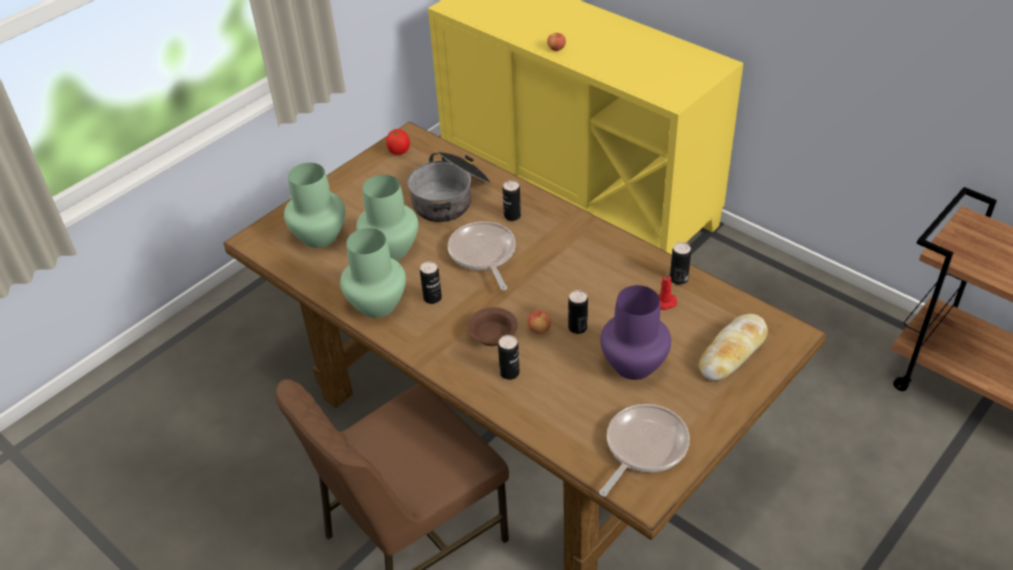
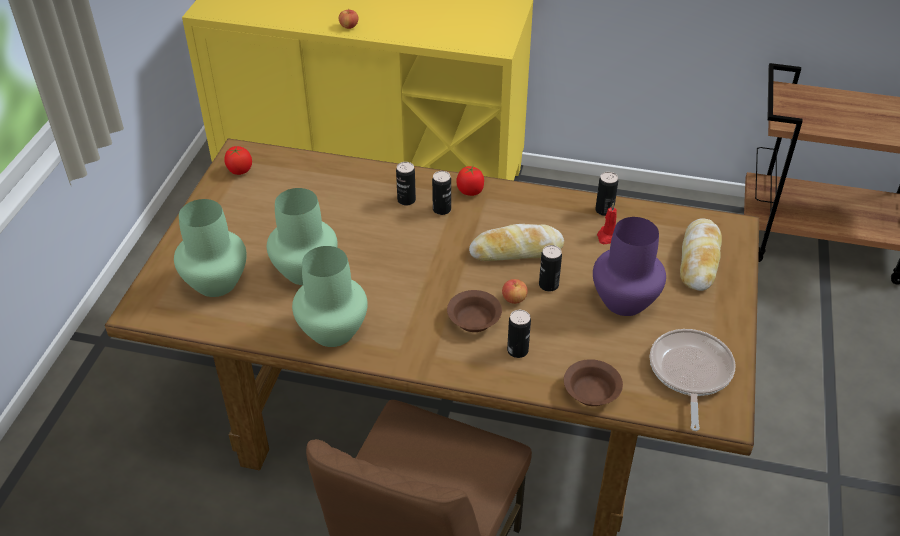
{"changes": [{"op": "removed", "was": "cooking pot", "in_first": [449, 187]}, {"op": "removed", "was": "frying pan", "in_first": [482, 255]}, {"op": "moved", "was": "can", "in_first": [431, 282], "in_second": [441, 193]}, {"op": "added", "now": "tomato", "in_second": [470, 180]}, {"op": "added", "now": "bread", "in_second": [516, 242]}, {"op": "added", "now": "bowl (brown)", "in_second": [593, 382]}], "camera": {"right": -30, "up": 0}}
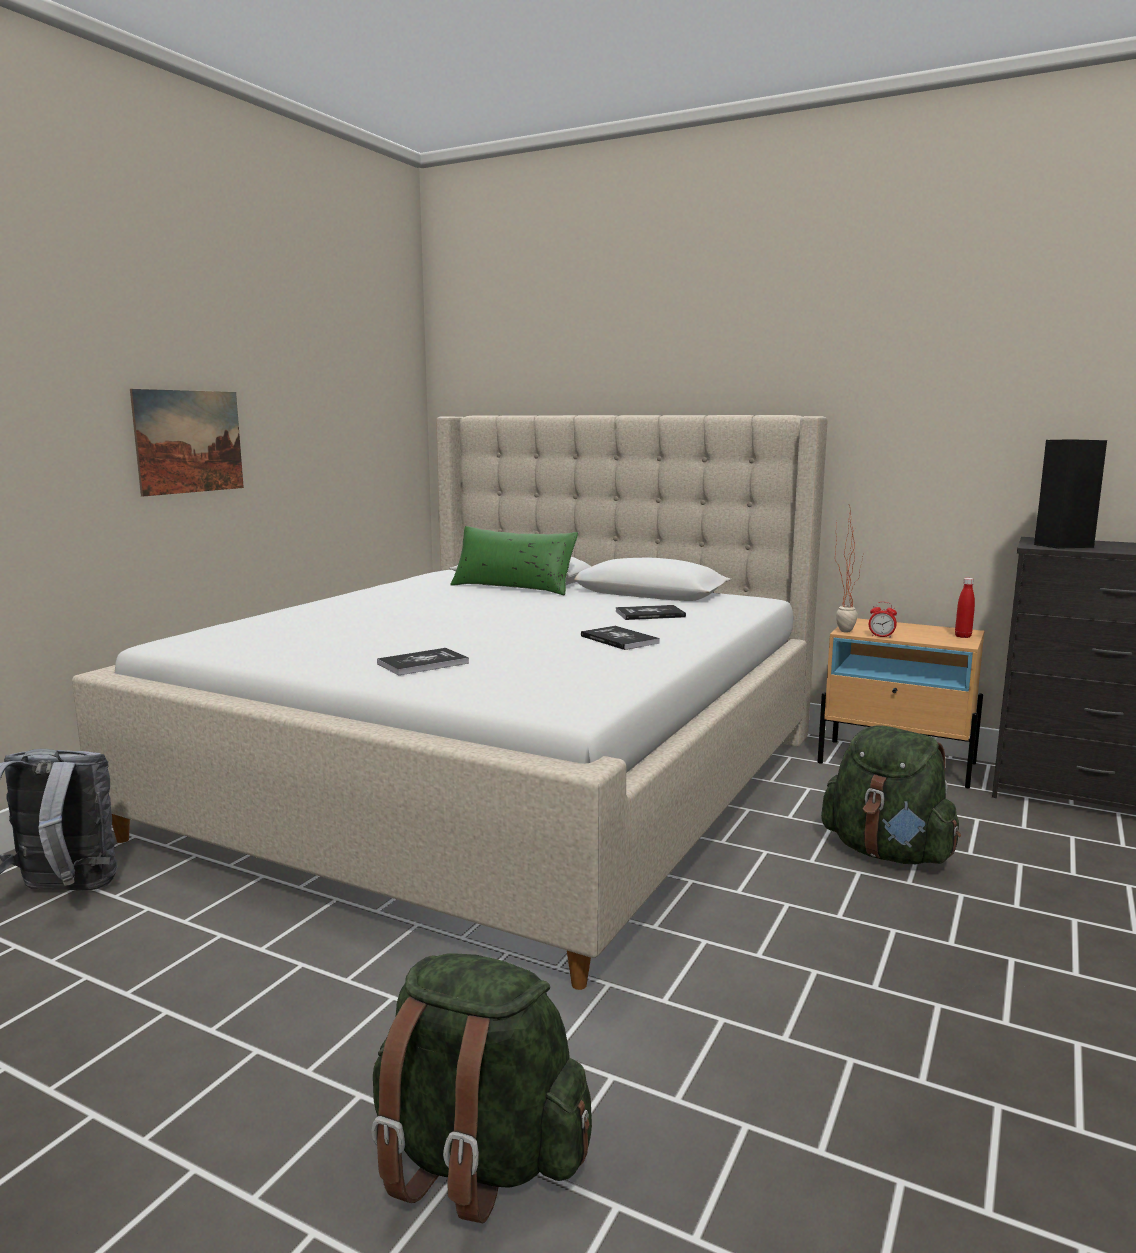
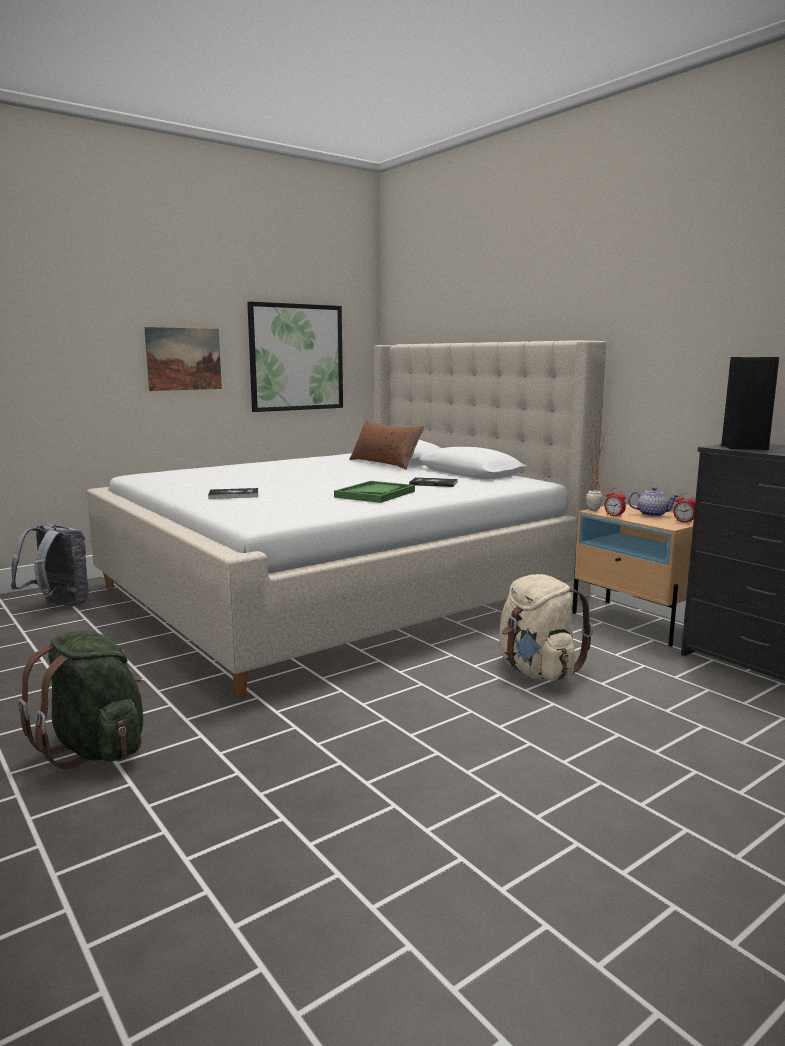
{"changes": [{"op": "recoloured", "was": "pillow (green)", "now": "pillow (brown)", "in_first": [514, 560], "in_second": [386, 445]}, {"op": "replaced", "was": "bottle (red)", "now": "alarm clock", "in_first": [965, 608], "in_second": [684, 508]}, {"op": "replaced", "was": "book", "now": "tray (green)", "in_first": [620, 638], "in_second": [374, 492]}, {"op": "recoloured", "was": "backpack (green)", "now": "backpack (beige)", "in_first": [891, 794], "in_second": [546, 627]}, {"op": "added", "now": "picture", "in_second": [295, 356]}, {"op": "added", "now": "teapot", "in_second": [653, 502]}], "camera": {"right": 25, "up": 0}}
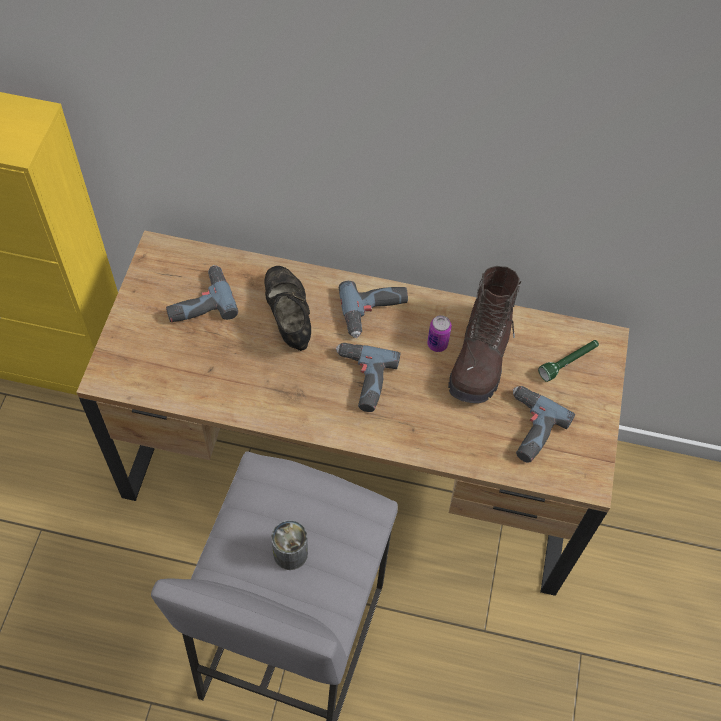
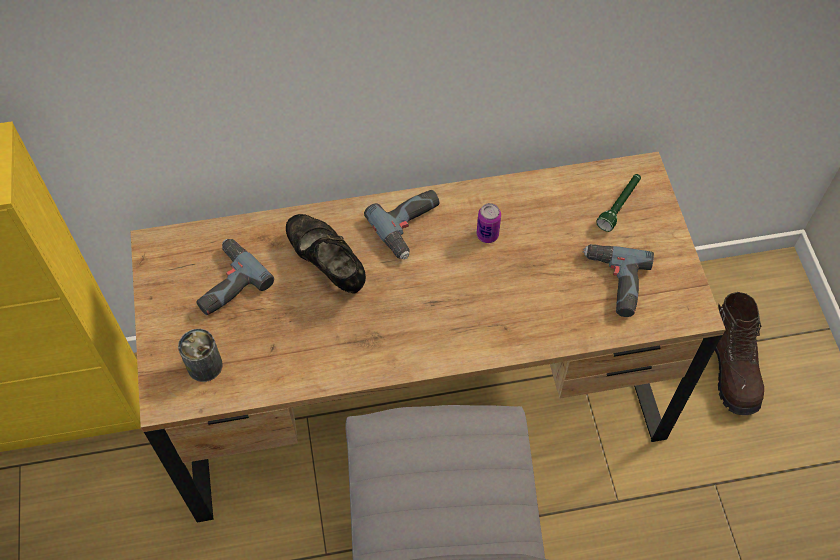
{"changes": [{"op": "moved", "was": "boot (brown)", "in_first": [484, 334], "in_second": [739, 353]}, {"op": "removed", "was": "power drill", "in_first": [368, 377]}, {"op": "moved", "was": "can", "in_first": [289, 545], "in_second": [200, 355]}], "camera": {"right": -20, "up": 0}}
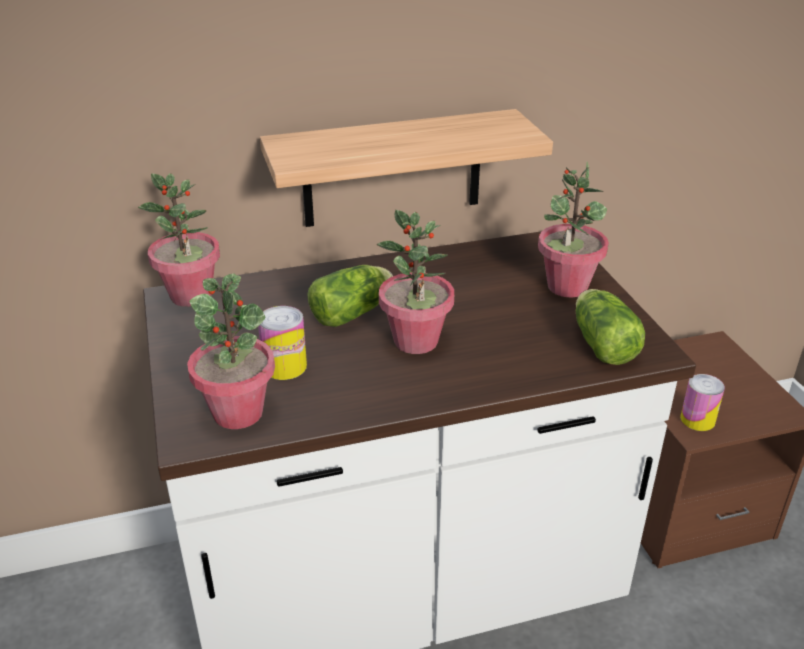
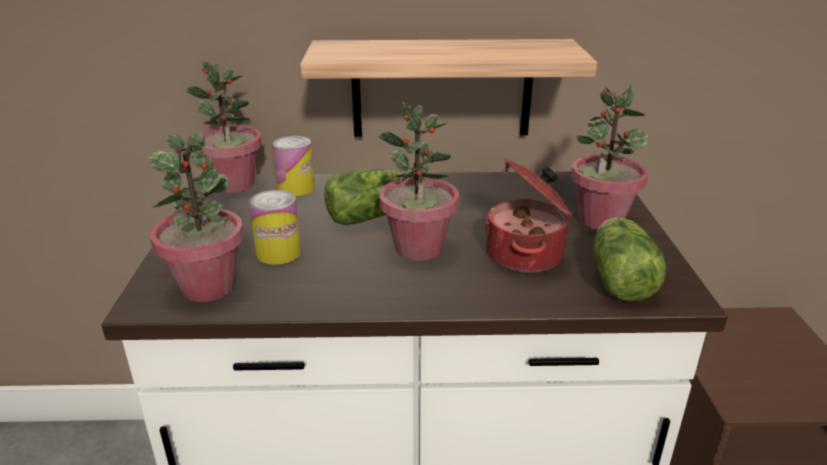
{"changes": [{"op": "moved", "was": "can", "in_first": [702, 402], "in_second": [293, 166]}, {"op": "added", "now": "cooking pot", "in_second": [528, 215]}], "camera": {"right": 15, "up": -5}}
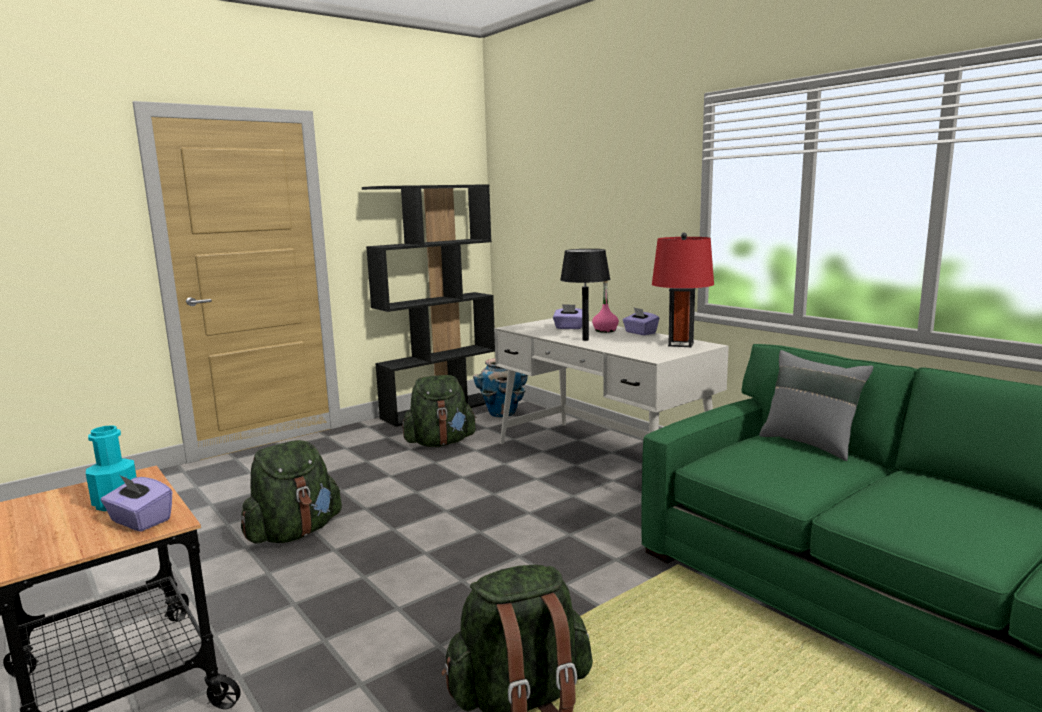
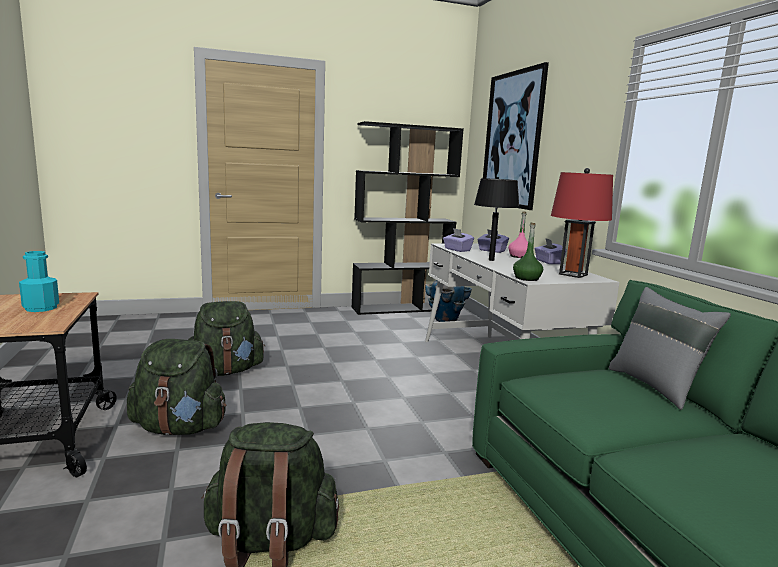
{"changes": [{"op": "moved", "was": "backpack (green)", "in_first": [439, 411], "in_second": [177, 387]}, {"op": "moved", "was": "tissue box (purple)", "in_first": [136, 503], "in_second": [458, 240]}, {"op": "added", "now": "picture", "in_second": [516, 136]}, {"op": "added", "now": "bottle (green)", "in_second": [528, 252]}], "camera": {"right": 20, "up": 0}}
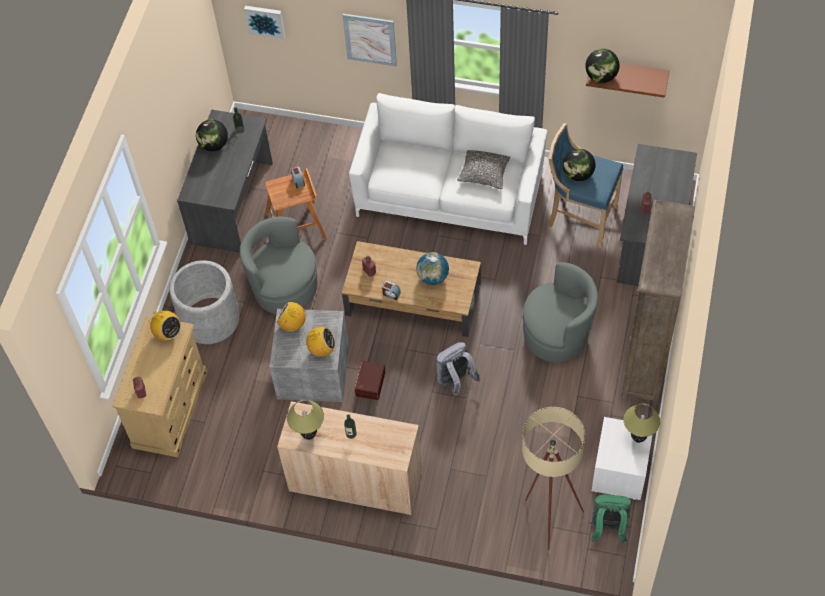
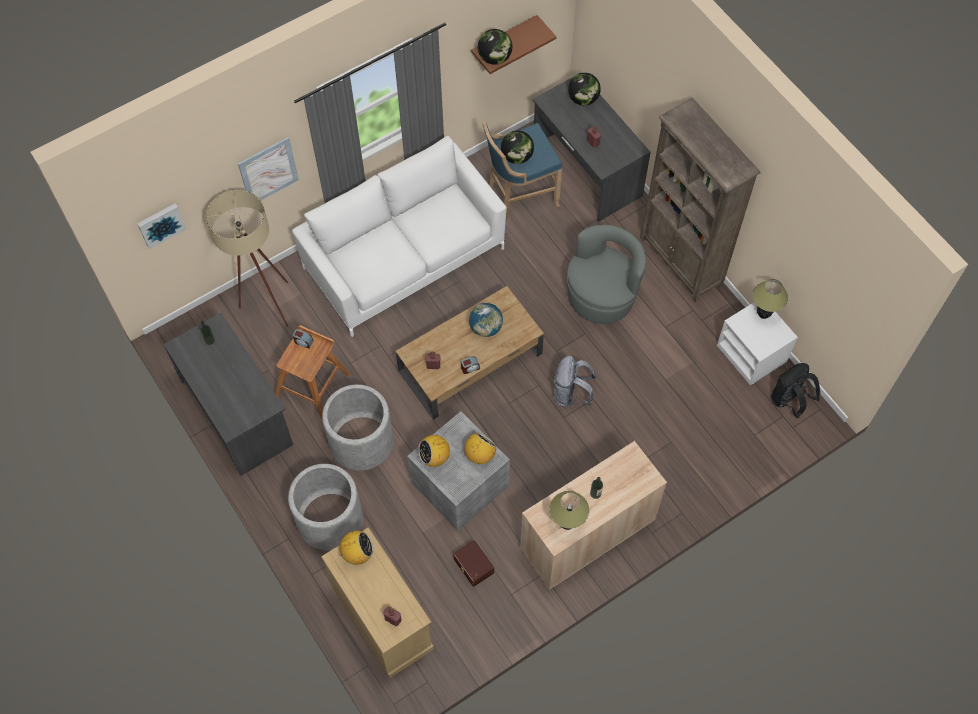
{"changes": [{"op": "moved", "was": "globe", "in_first": [212, 136], "in_second": [584, 89]}, {"op": "removed", "was": "pillow", "in_first": [484, 169]}, {"op": "replaced", "was": "armchair (grey)", "now": "planter (grey)", "in_first": [278, 265], "in_second": [358, 427]}, {"op": "moved", "was": "storage box (brown)", "in_first": [369, 380], "in_second": [473, 563]}, {"op": "moved", "was": "floor lamp (beige)", "in_first": [553, 478], "in_second": [247, 258]}, {"op": "recoloured", "was": "backpack (green)", "now": "backpack (black)", "in_first": [610, 519], "in_second": [795, 390]}], "camera": {"right": -50, "up": 5}}
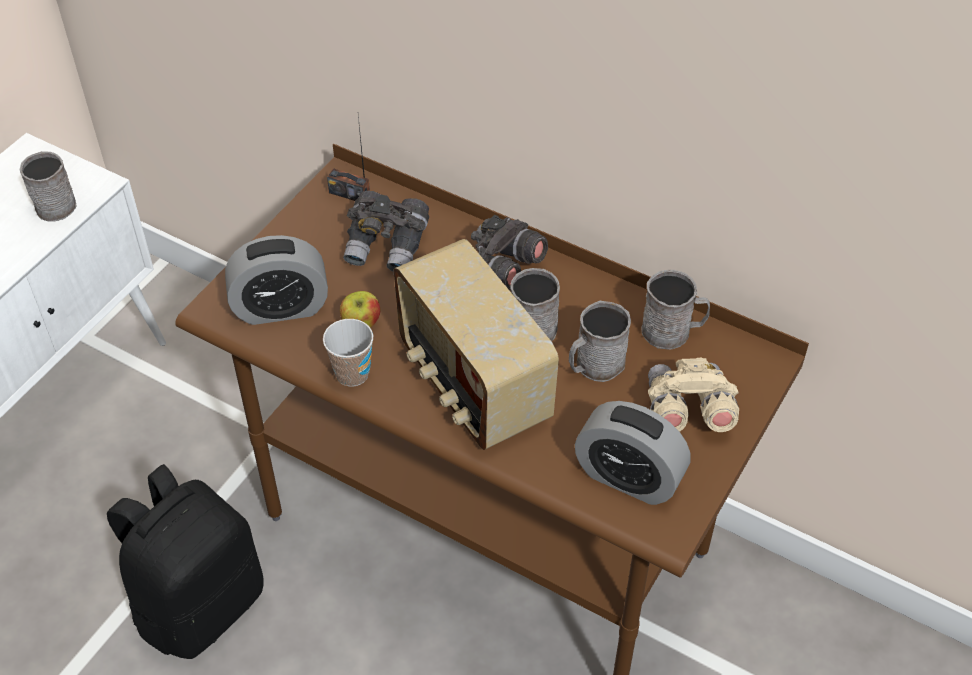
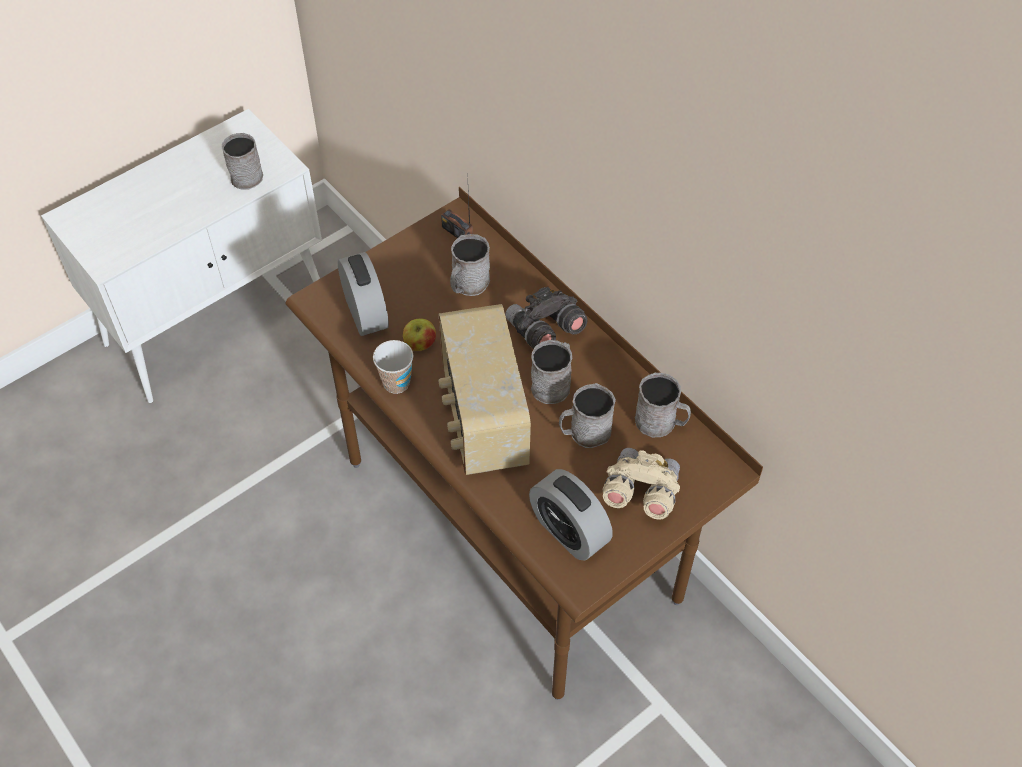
{"changes": [{"op": "replaced", "was": "binoculars (grey)", "now": "mug (grey)", "in_first": [386, 231], "in_second": [470, 265]}, {"op": "turned", "was": "alarm clock", "in_first": [276, 280], "in_second": [363, 294], "clockwise": -120}, {"op": "removed", "was": "backpack (black)", "in_first": [185, 561]}], "camera": {"right": 20, "up": 5}}
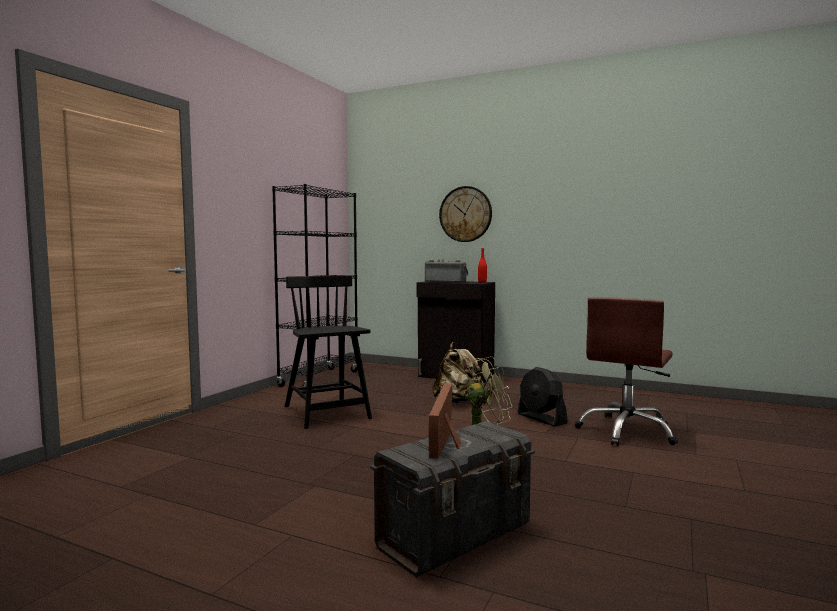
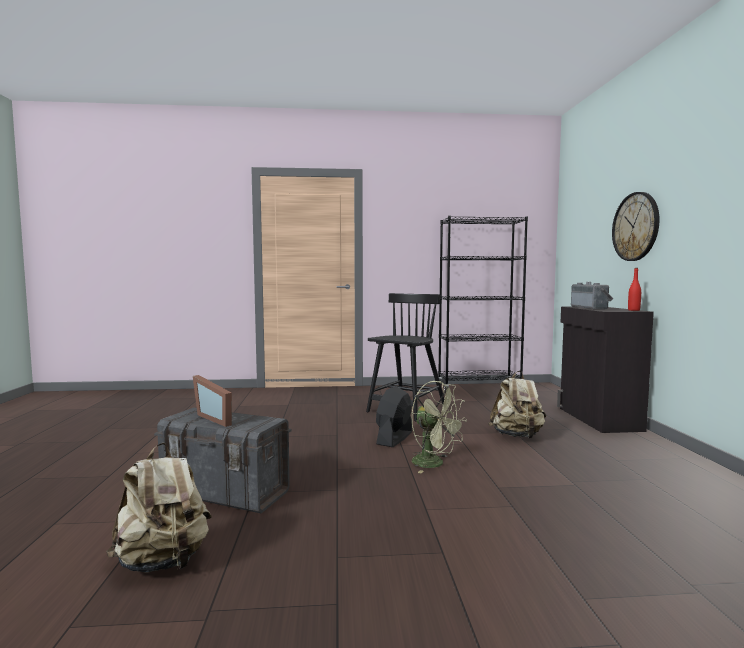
{"changes": [{"op": "removed", "was": "office chair (brown)", "in_first": [626, 371]}, {"op": "moved", "was": "fan (black)", "in_first": [543, 397], "in_second": [394, 416]}, {"op": "turned", "was": "picture frame", "in_first": [445, 421], "in_second": [212, 401], "clockwise": -120}, {"op": "added", "now": "backpack (beige)", "in_second": [159, 507]}], "camera": {"right": 60, "up": 0}}
